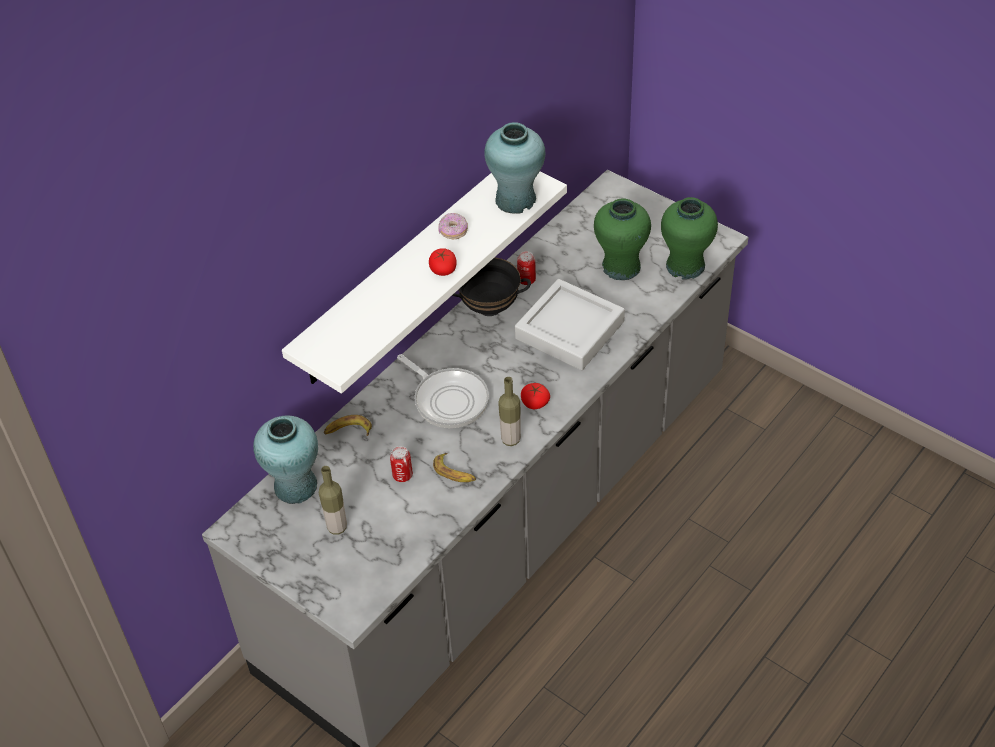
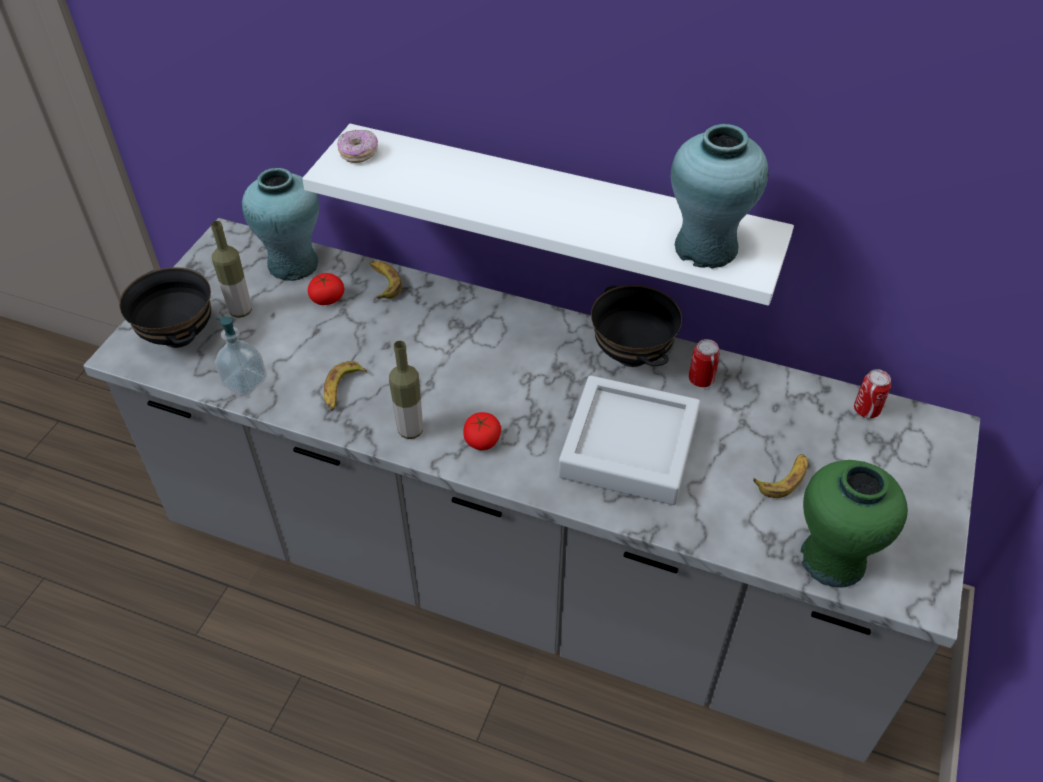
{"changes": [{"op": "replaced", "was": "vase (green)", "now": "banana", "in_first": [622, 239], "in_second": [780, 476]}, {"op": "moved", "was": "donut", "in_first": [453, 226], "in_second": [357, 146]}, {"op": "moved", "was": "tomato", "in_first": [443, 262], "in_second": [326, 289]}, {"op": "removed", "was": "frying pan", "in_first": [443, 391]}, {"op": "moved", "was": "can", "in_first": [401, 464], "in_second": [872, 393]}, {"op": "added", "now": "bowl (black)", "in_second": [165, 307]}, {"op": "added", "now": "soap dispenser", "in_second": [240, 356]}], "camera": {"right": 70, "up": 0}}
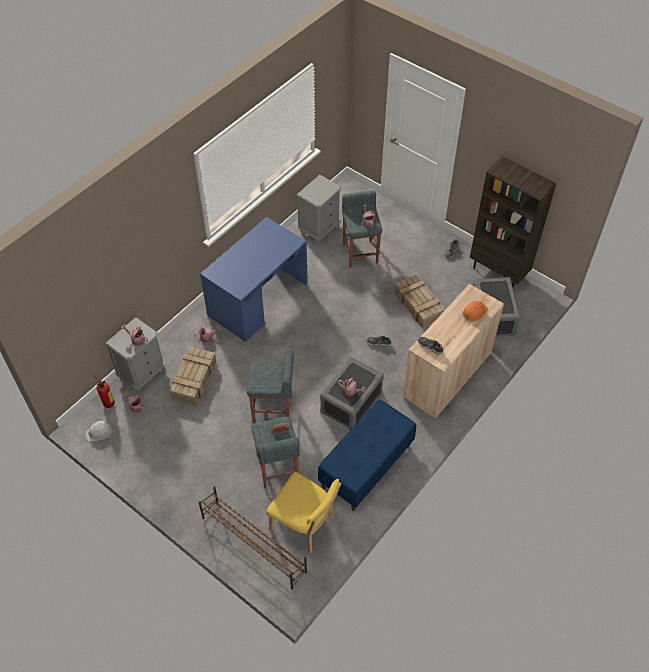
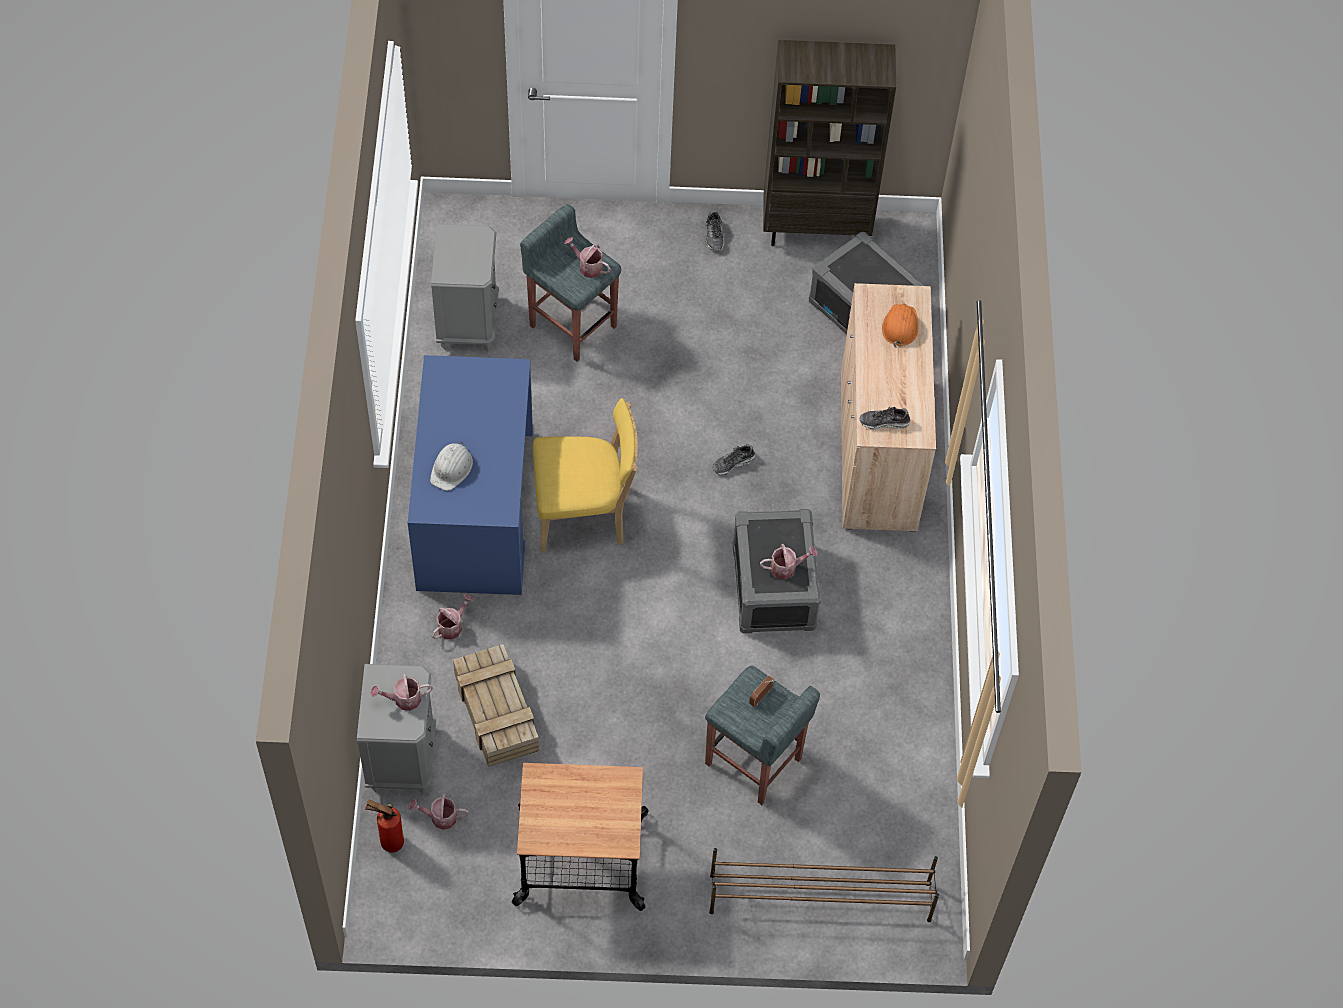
{"changes": [{"op": "removed", "was": "crate", "in_first": [419, 301]}, {"op": "removed", "was": "stool (grey)", "in_first": [270, 387]}, {"op": "removed", "was": "bench (blue)", "in_first": [367, 455]}, {"op": "moved", "was": "hard hat (white)", "in_first": [99, 431], "in_second": [451, 466]}, {"op": "moved", "was": "chair (yellow)", "in_first": [303, 512], "in_second": [585, 474]}, {"op": "added", "now": "cart", "in_second": [580, 837]}], "camera": {"right": -40, "up": 5}}
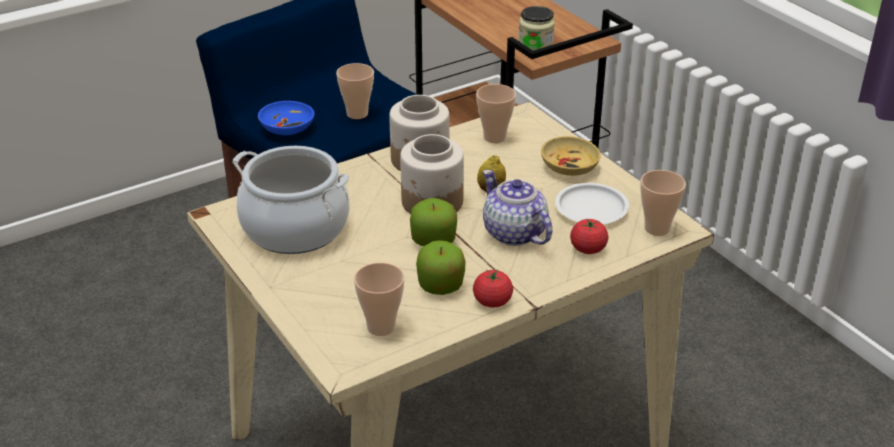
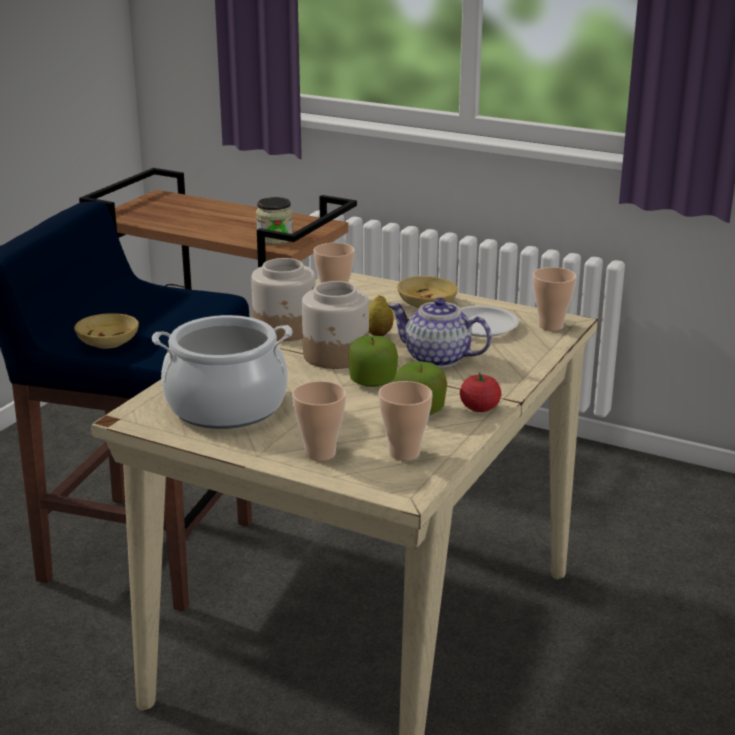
{"changes": [{"op": "moved", "was": "cup", "in_first": [355, 91], "in_second": [319, 421]}, {"op": "recoloured", "was": "bowl (blue)", "now": "bowl (beige)", "in_first": [286, 118], "in_second": [106, 331]}, {"op": "removed", "was": "tomato", "in_first": [589, 236]}], "camera": {"right": -30, "up": -10}}
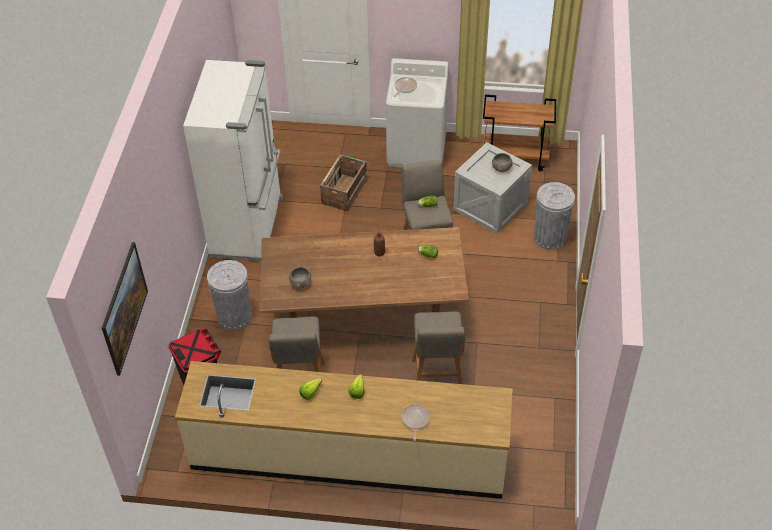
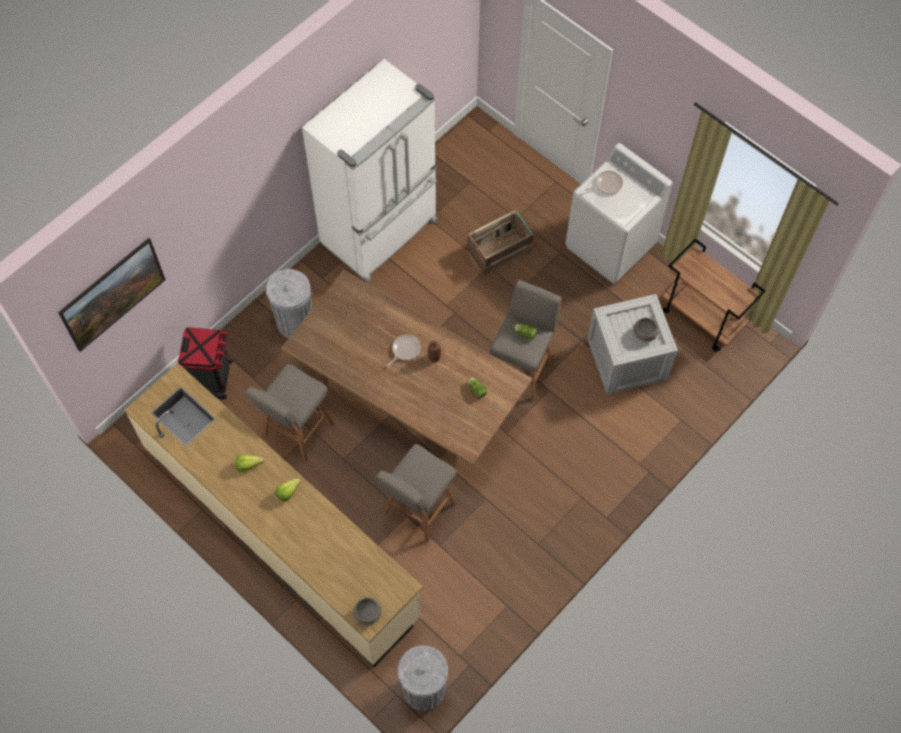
{"changes": [{"op": "moved", "was": "trash can (grey)", "in_first": [554, 216], "in_second": [423, 678]}, {"op": "moved", "was": "bowl (grey)", "in_first": [300, 278], "in_second": [367, 612]}, {"op": "moved", "was": "frying pan", "in_first": [415, 422], "in_second": [404, 350]}], "camera": {"right": 35, "up": 15}}
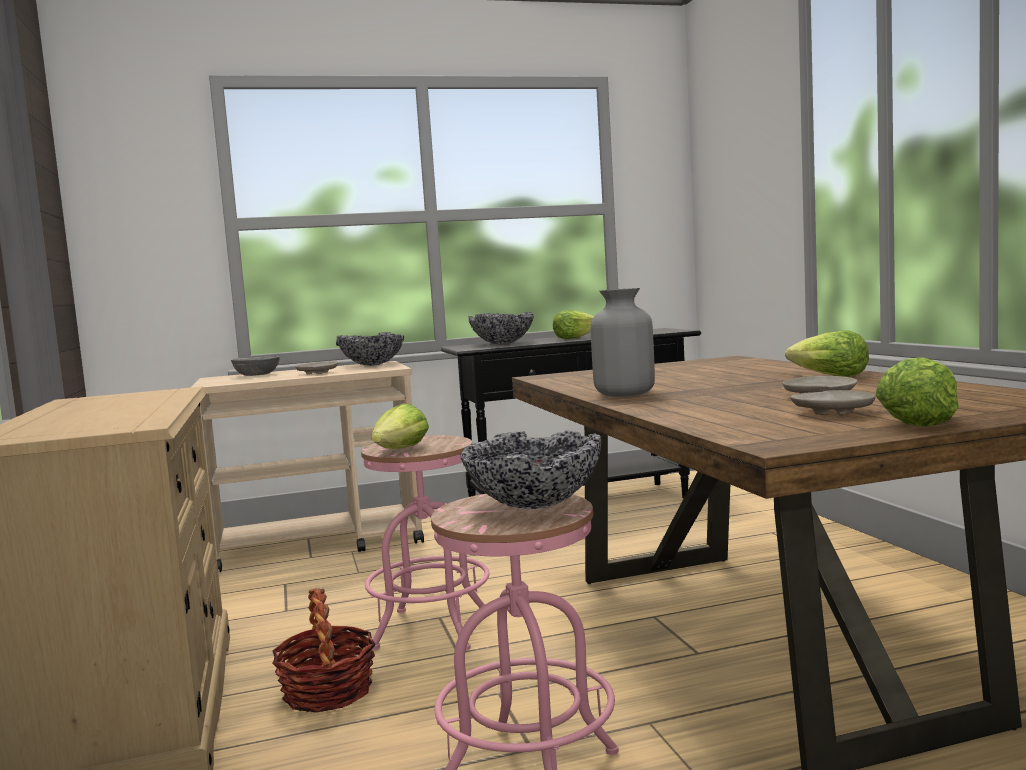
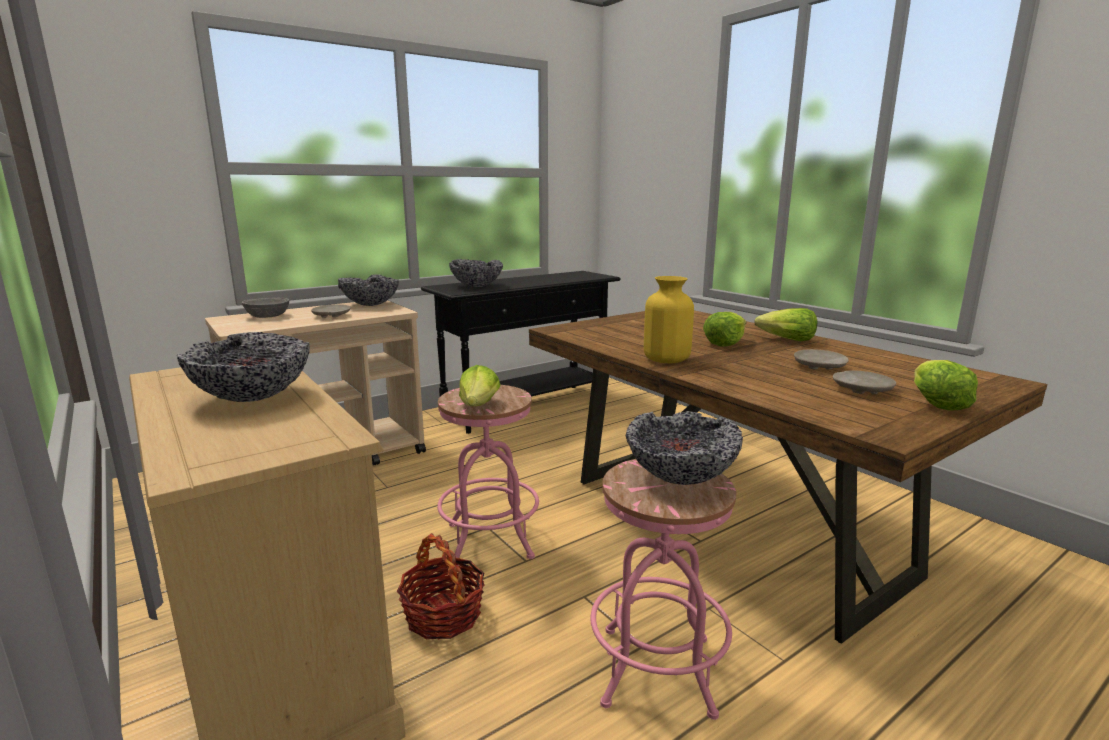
{"changes": [{"op": "recoloured", "was": "vase (grey)", "now": "vase (yellow)", "in_first": [622, 342], "in_second": [669, 319]}, {"op": "moved", "was": "lettuce", "in_first": [573, 325], "in_second": [724, 329]}, {"op": "added", "now": "bowl", "in_second": [243, 367]}], "camera": {"right": -20, "up": 10}}
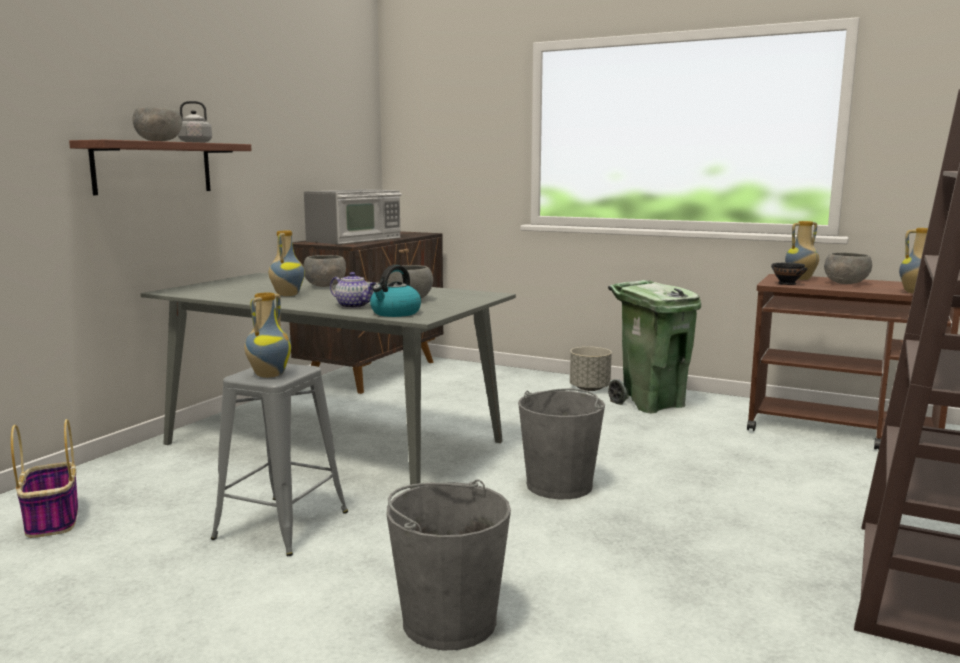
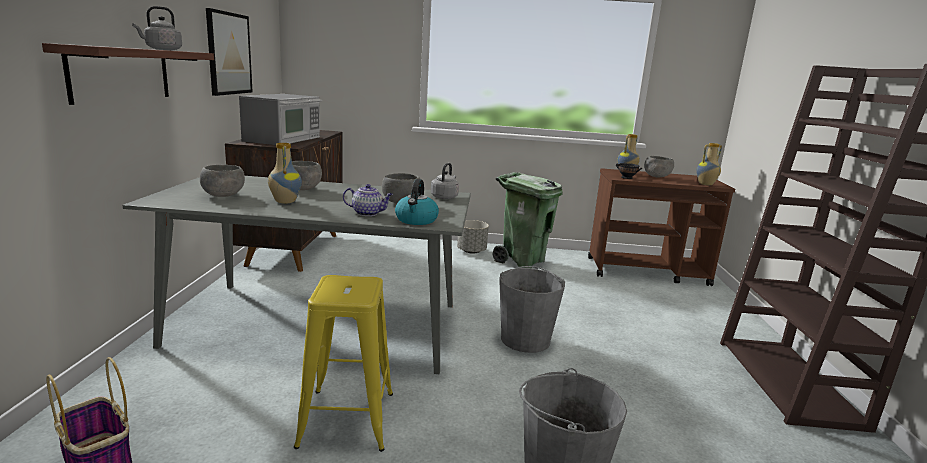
{"changes": [{"op": "moved", "was": "bowl (grey)", "in_first": [157, 124], "in_second": [222, 181]}, {"op": "removed", "was": "vase", "in_first": [267, 335]}, {"op": "recoloured", "was": "stool (grey)", "now": "stool (yellow)", "in_first": [279, 460], "in_second": [343, 363]}, {"op": "added", "now": "picture", "in_second": [229, 52]}, {"op": "added", "now": "kettle (grey)", "in_second": [445, 181]}], "camera": {"right": -25, "up": 5}}
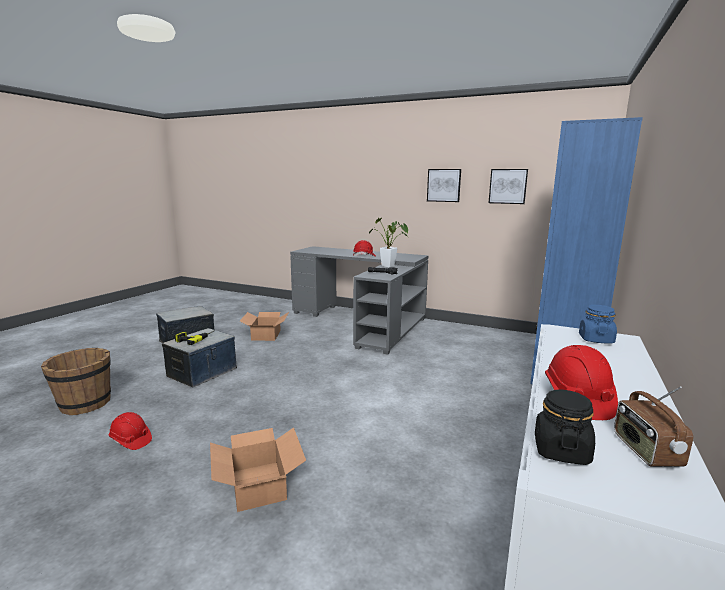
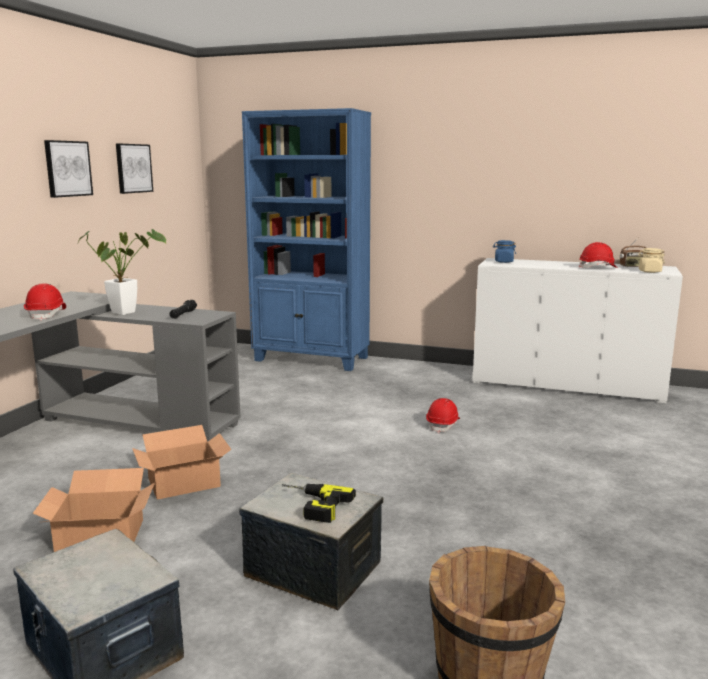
{"changes": [{"op": "recoloured", "was": "jar (black)", "now": "jar (beige)", "in_first": [565, 427], "in_second": [651, 260]}, {"op": "moved", "was": "hard hat (red)", "in_first": [130, 431], "in_second": [443, 415]}, {"op": "moved", "was": "cardboard box", "in_first": [258, 470], "in_second": [182, 462]}], "camera": {"right": -95, "up": 0}}
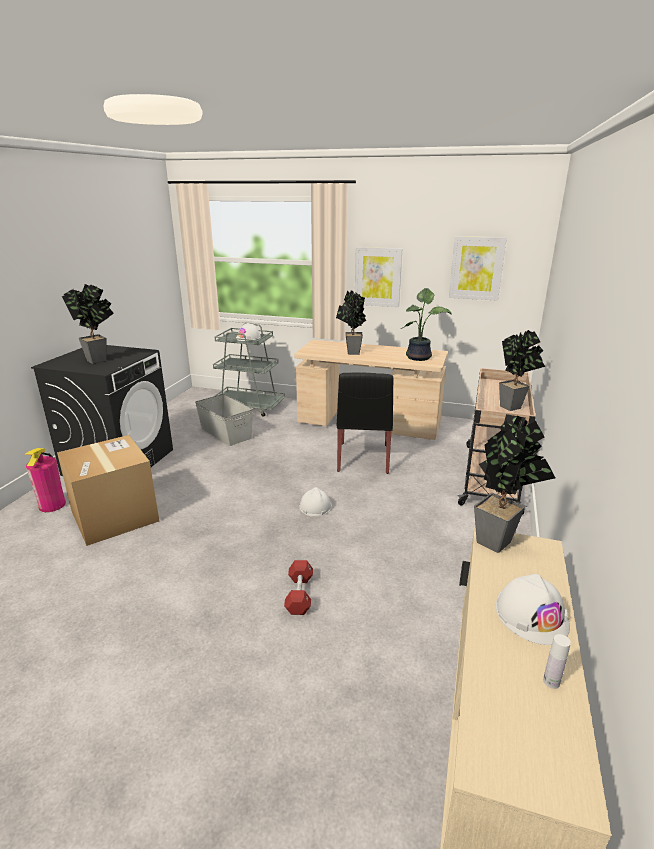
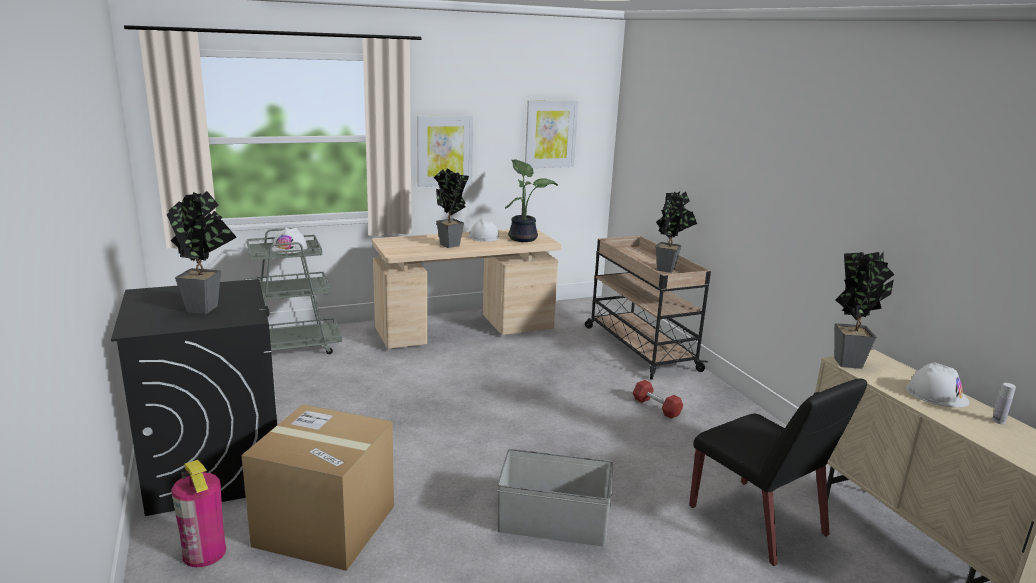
{"changes": [{"op": "moved", "was": "chair (black)", "in_first": [365, 423], "in_second": [778, 472]}, {"op": "moved", "was": "storage box (grey)", "in_first": [224, 420], "in_second": [555, 497]}, {"op": "moved", "was": "hard hat (white)", "in_first": [315, 502], "in_second": [483, 230]}, {"op": "moved", "was": "dumbbell (red)", "in_first": [298, 587], "in_second": [658, 399]}], "camera": {"right": -40, "up": -5}}
